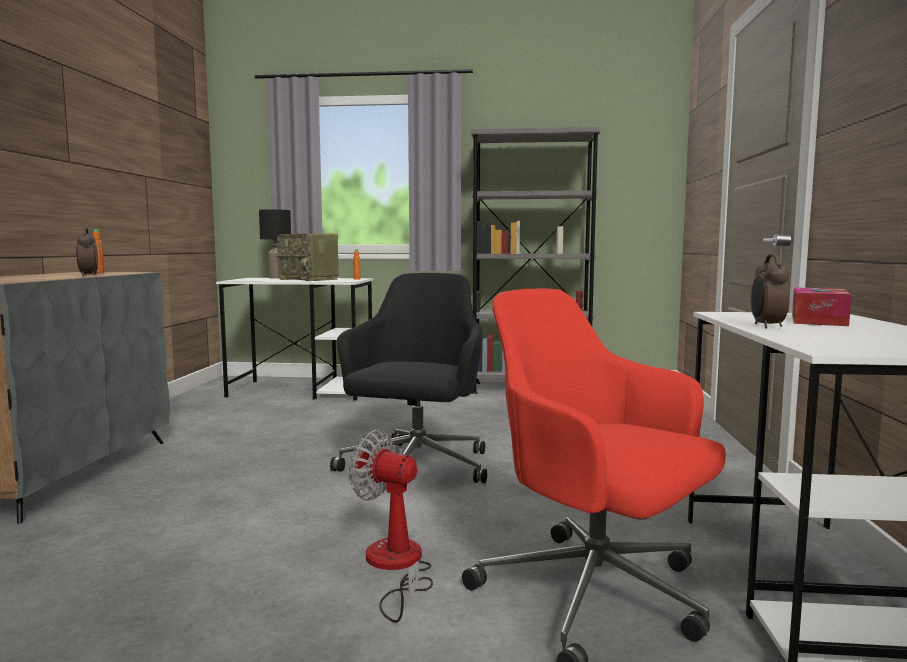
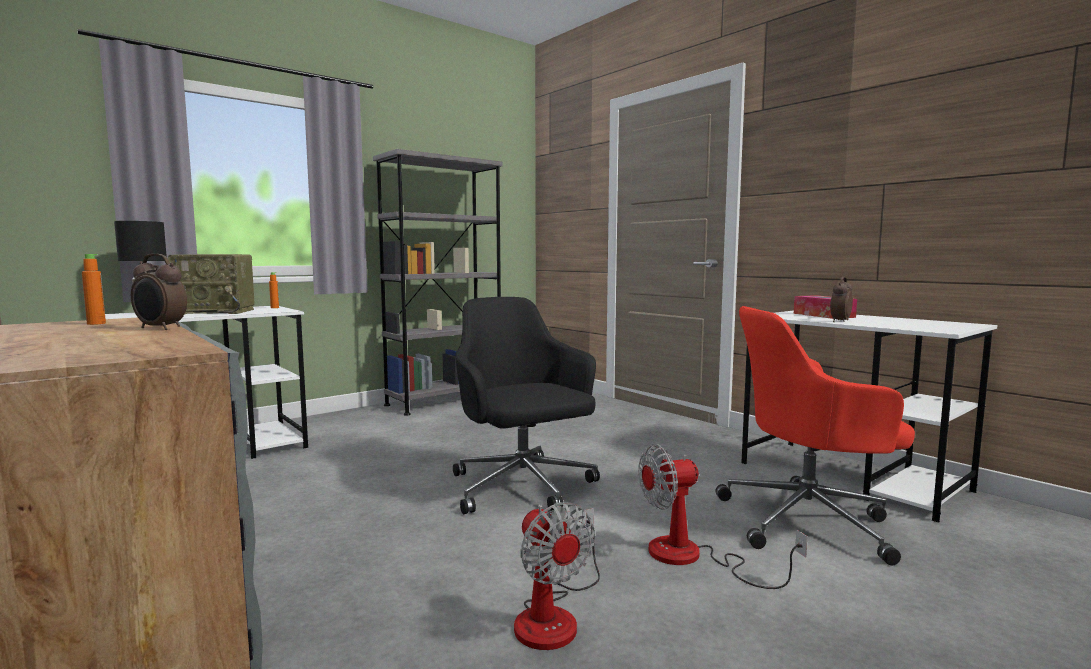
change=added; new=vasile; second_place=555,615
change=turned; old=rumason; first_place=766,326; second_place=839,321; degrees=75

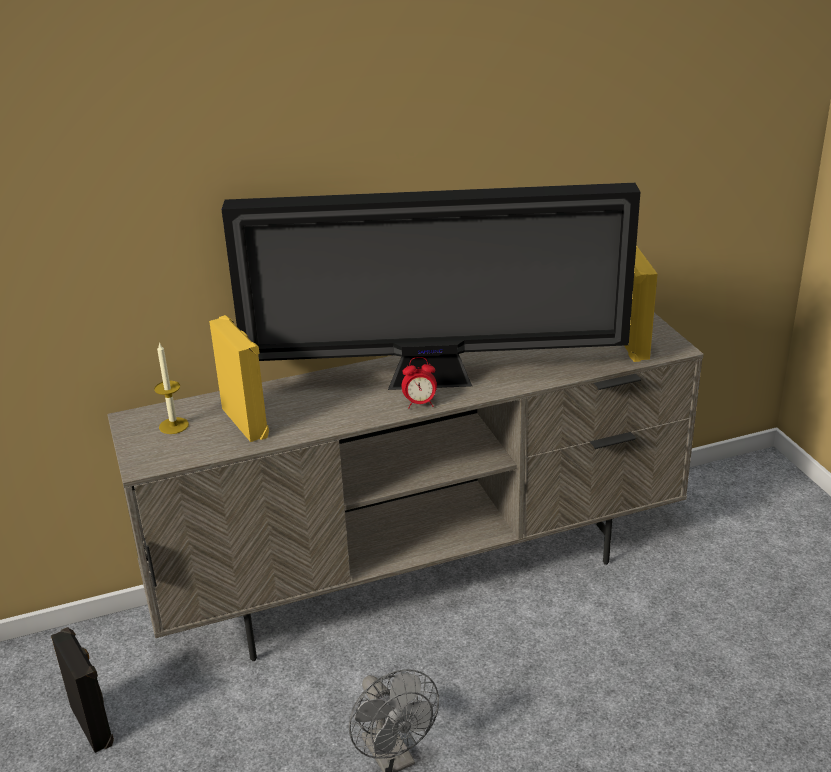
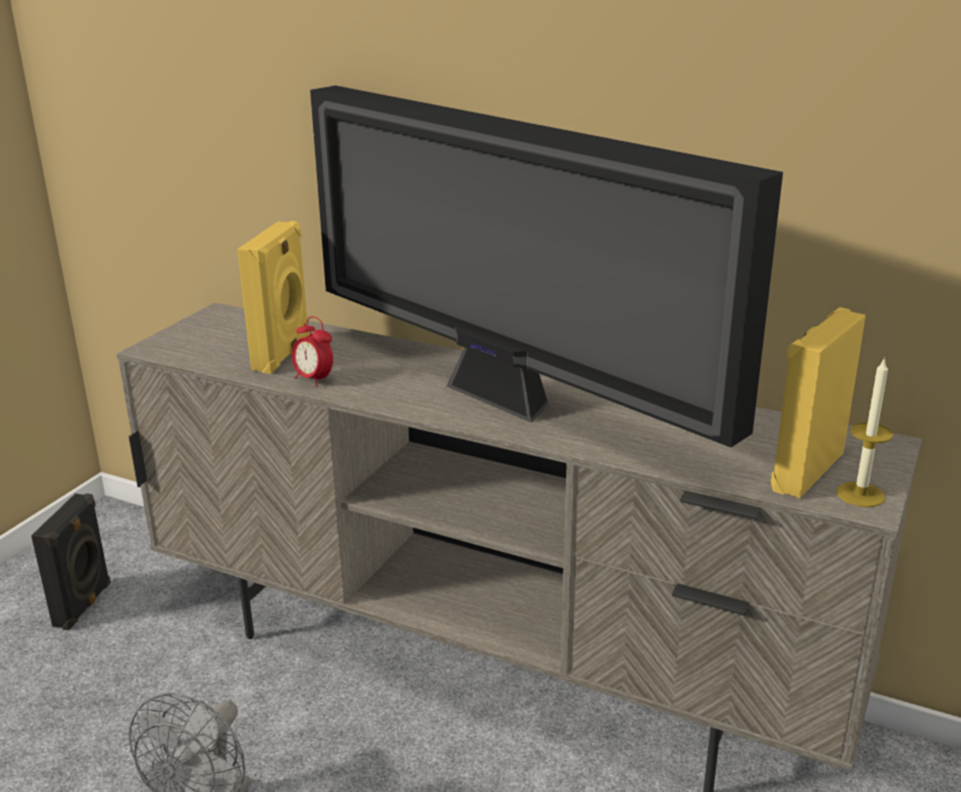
change=moved; old=rumason; first_place=420,404; second_place=314,380
change=moved; old=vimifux; first_place=174,426; second_place=860,494

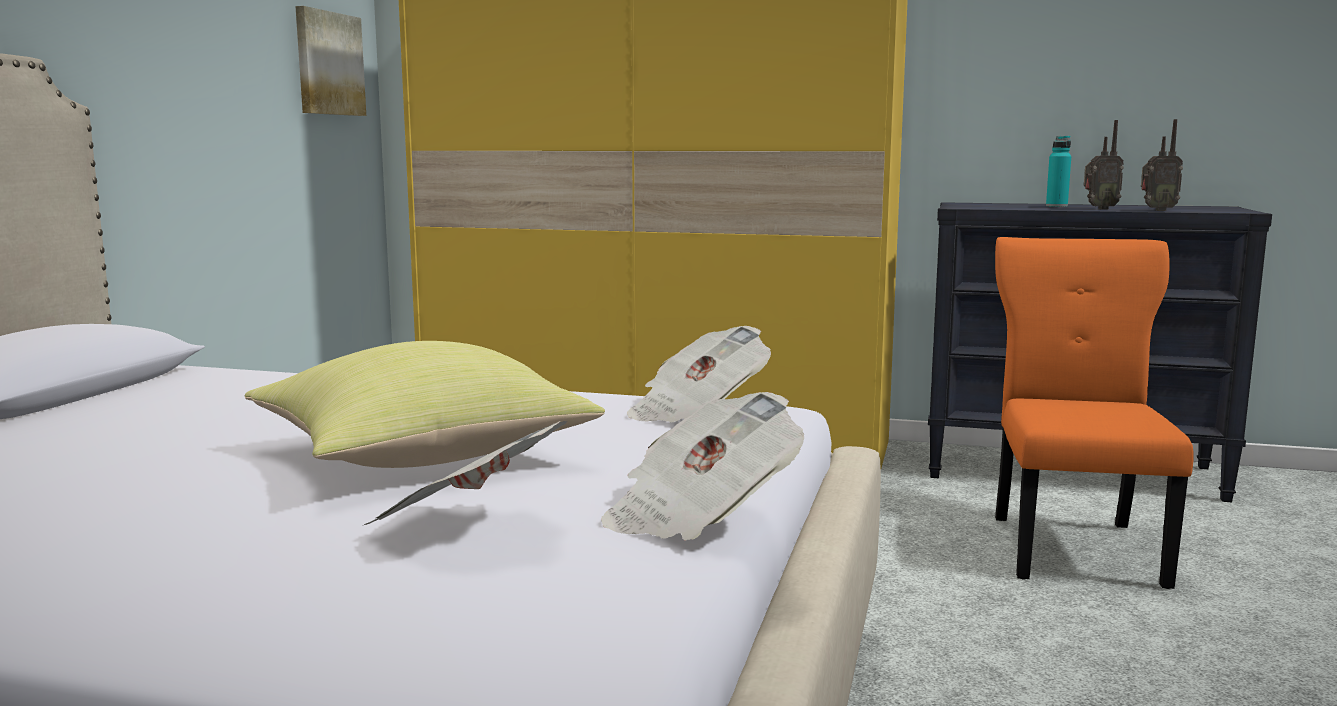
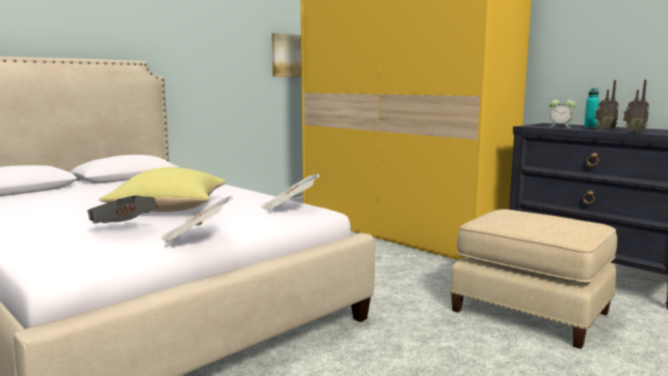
change=replaced; old=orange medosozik; new=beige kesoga; first_place=1075,547; second_place=530,311
change=added; new=rumason; second_place=560,126

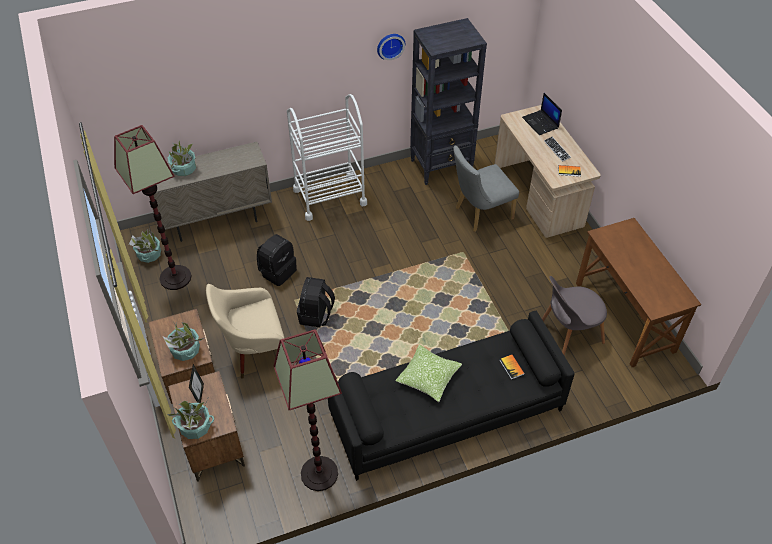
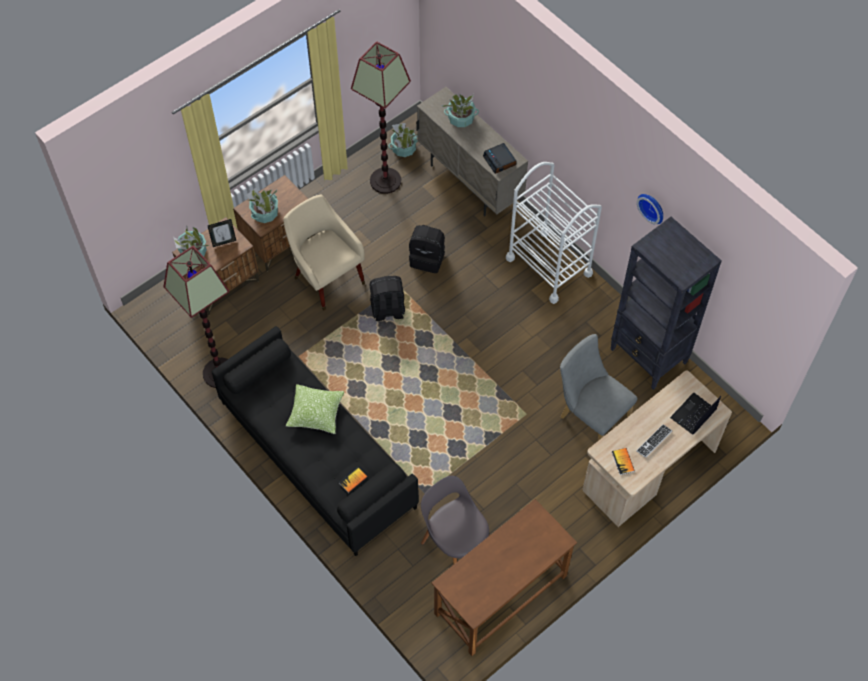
change=added; new=rumason; second_place=500,161

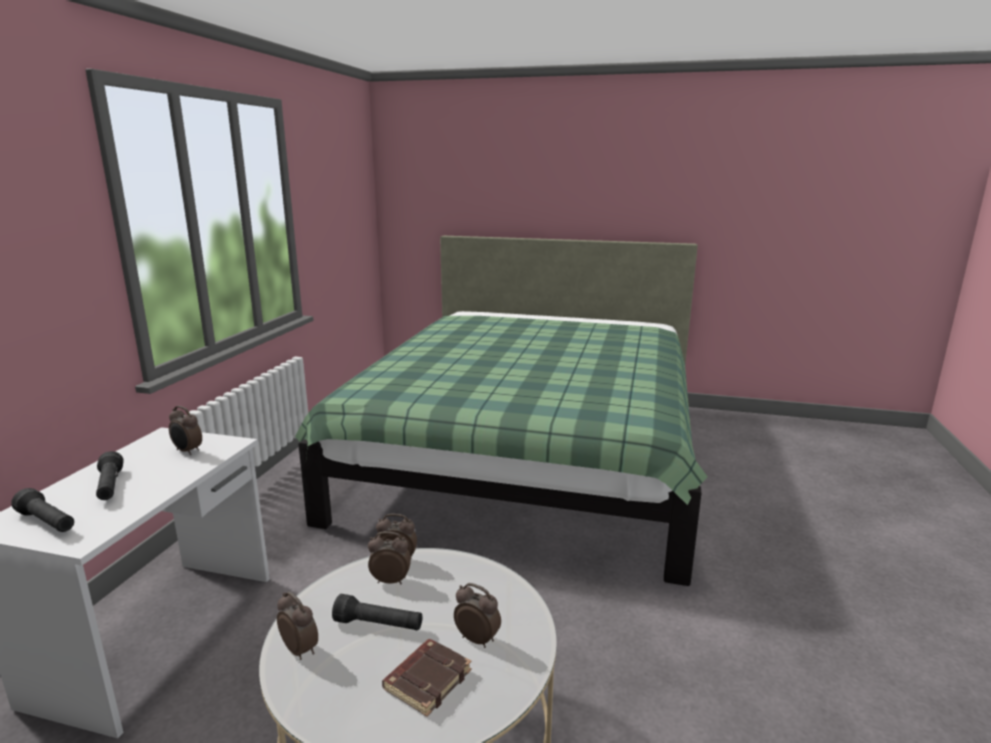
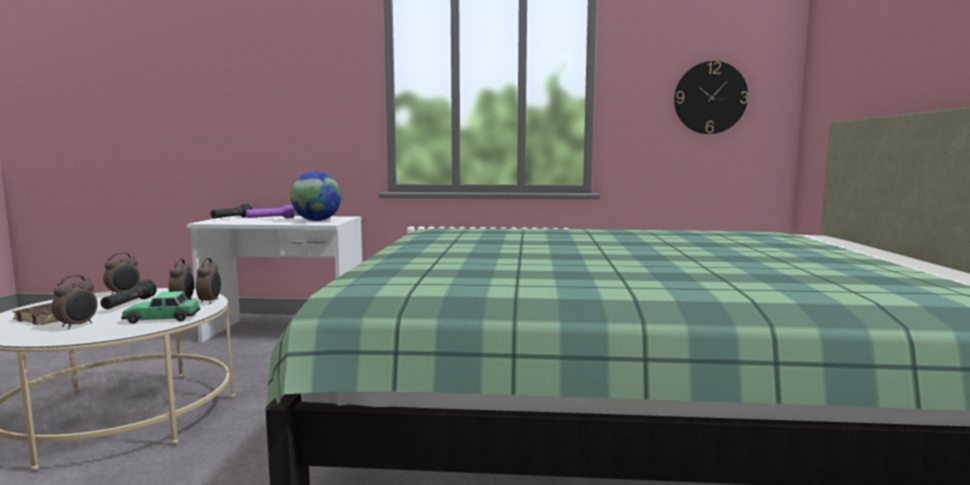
change=added; new=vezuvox; second_place=162,318
change=recoloured; old=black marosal; new=purple marosal; first_place=110,486; second_place=270,219
change=replaced; old=rumason; new=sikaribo; first_place=187,451; second_place=317,220
change=added; new=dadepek; second_place=710,98

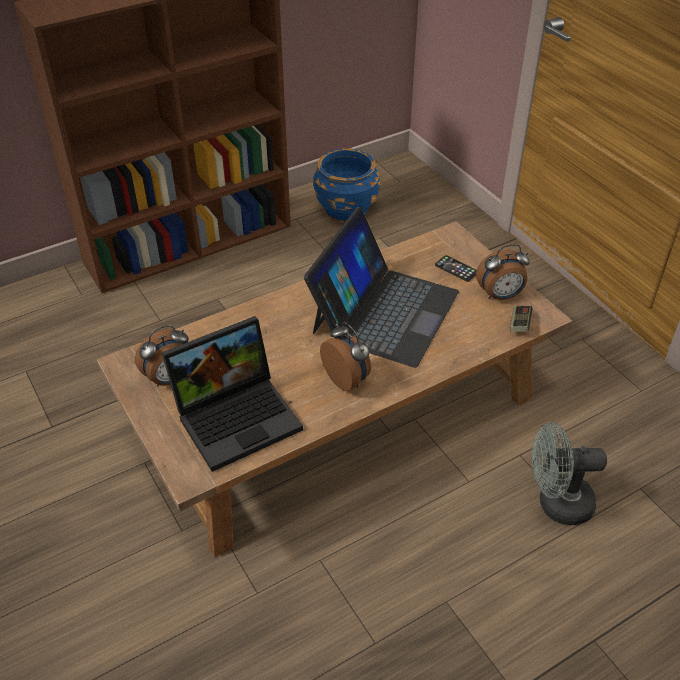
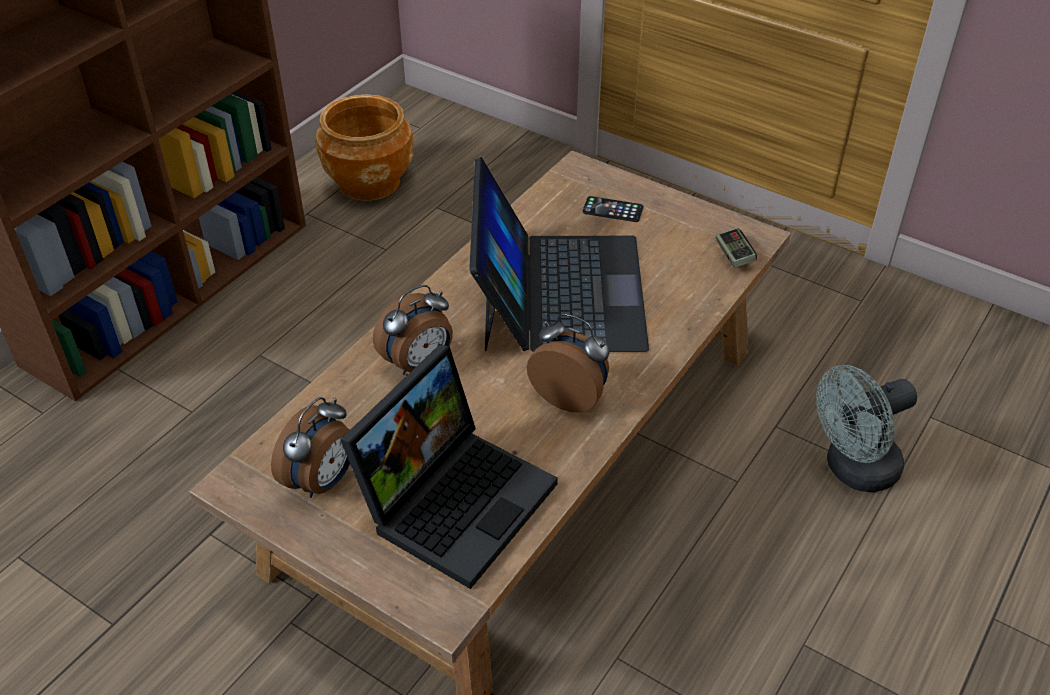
change=recoloured; old=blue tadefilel; new=brown tadefilel; first_place=346,209; second_place=369,182
change=moved; old=rumason; first_place=500,296; second_place=419,364

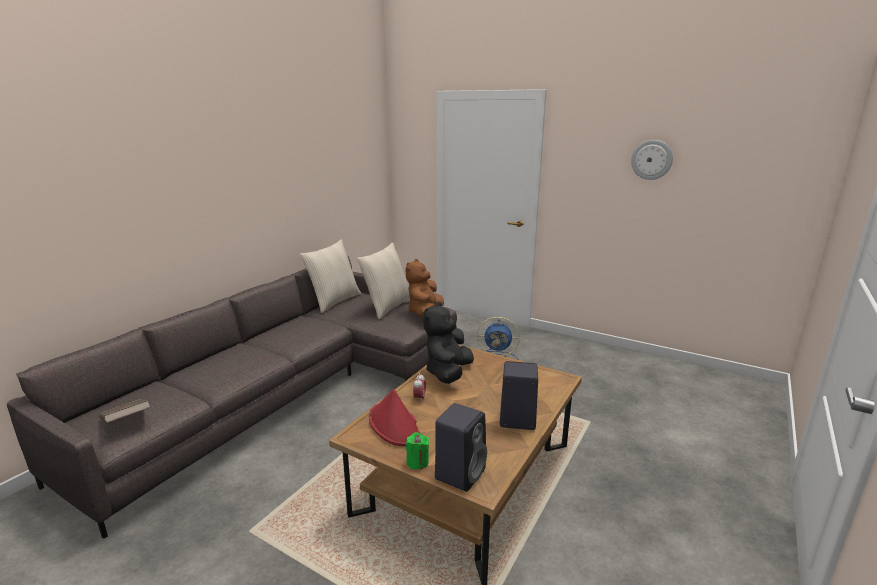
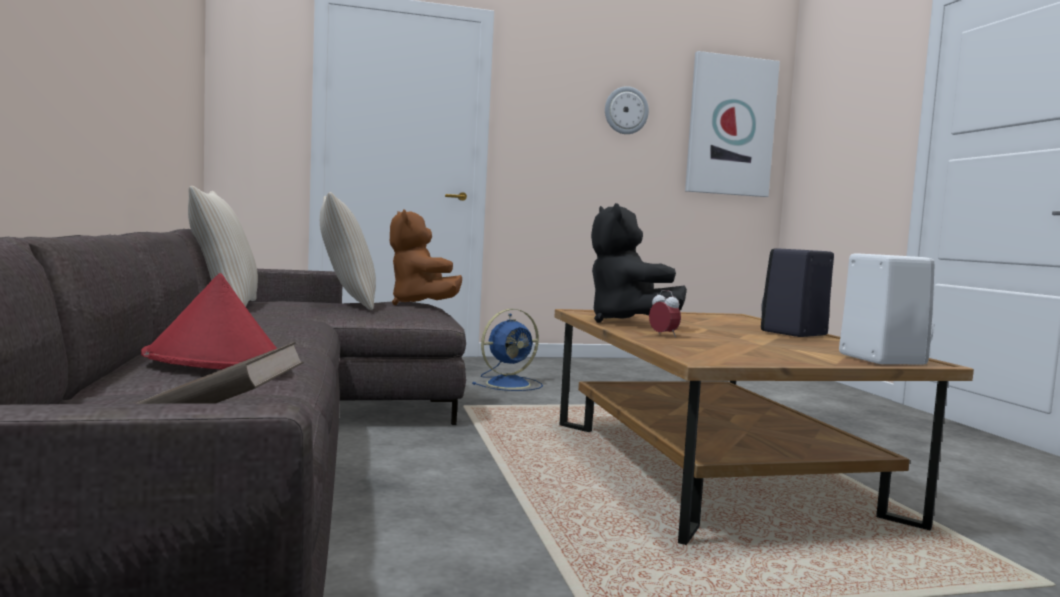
change=moved; old=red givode; first_place=394,425; second_place=216,361
change=added; new=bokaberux; second_place=730,126
change=recoloured; old=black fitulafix; new=white fitulafix; first_place=460,473; second_place=879,359
change=removed; old=green vimifux; first_place=417,462

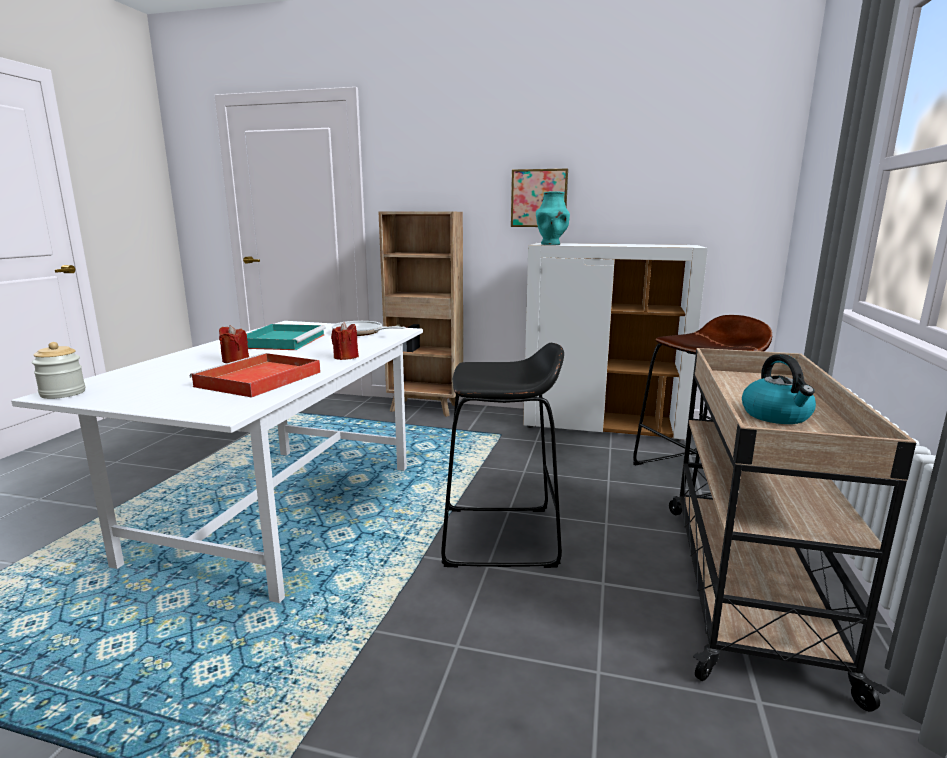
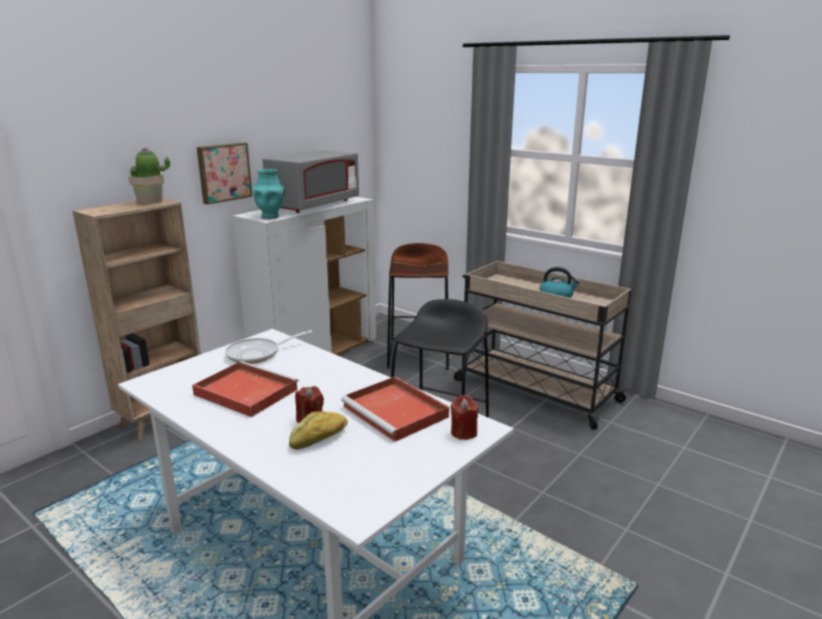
change=added; new=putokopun; second_place=150,201
change=recoloured; old=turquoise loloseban; new=red loloseban; first_place=283,340; second_place=244,392
change=added; new=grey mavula; second_place=314,205
change=added; new=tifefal; second_place=319,438
change=moved; old=red vimifux; first_place=346,357; second_place=464,432
change=removed; old=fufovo; first_place=63,393

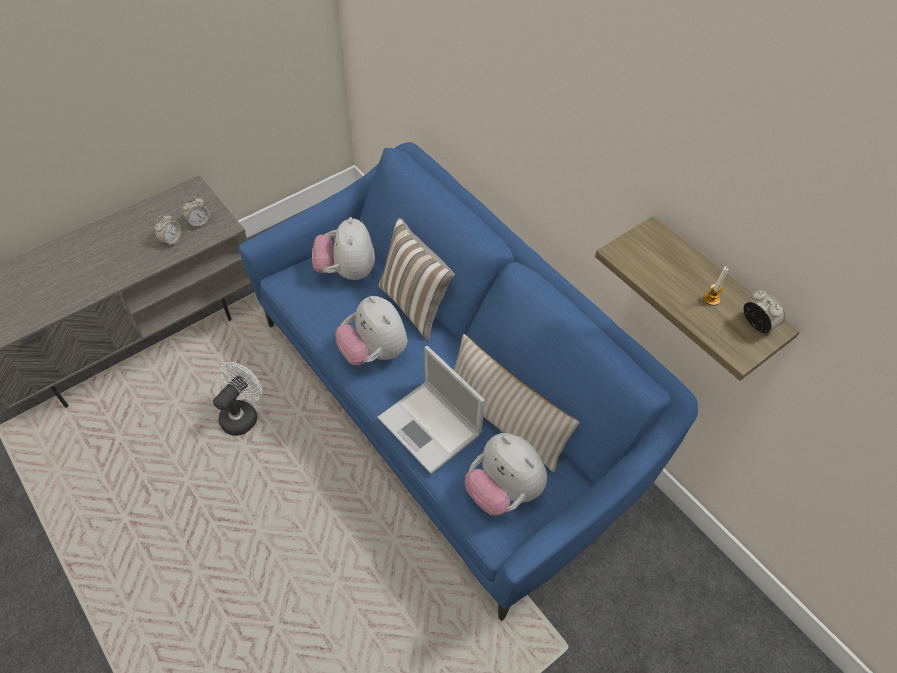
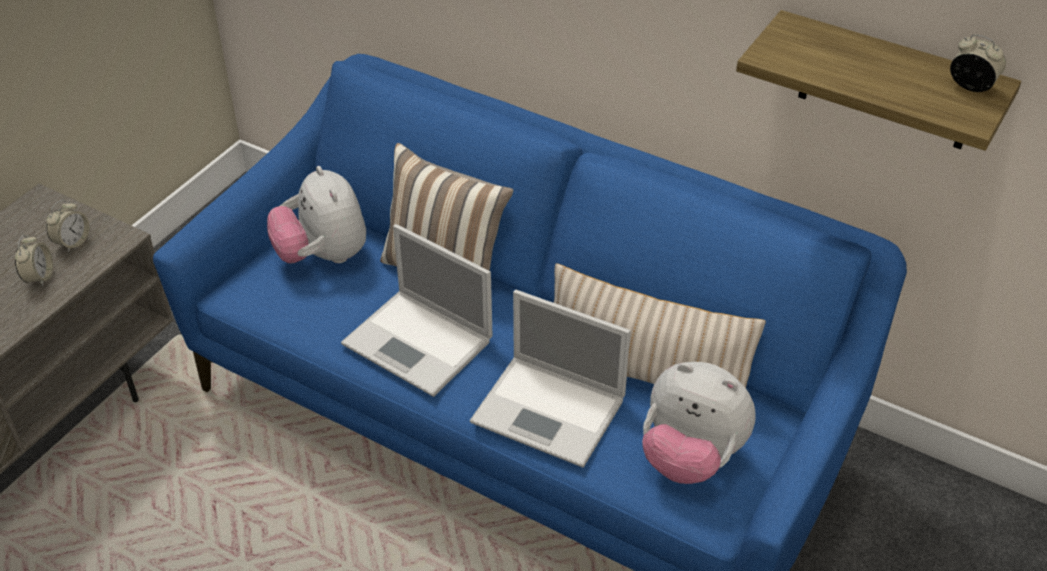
change=replaced; old=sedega; new=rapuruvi; first_place=374,352; second_place=420,343
change=removed; old=white vasile; first_place=243,414
change=removed; old=vimifux; first_place=711,299

